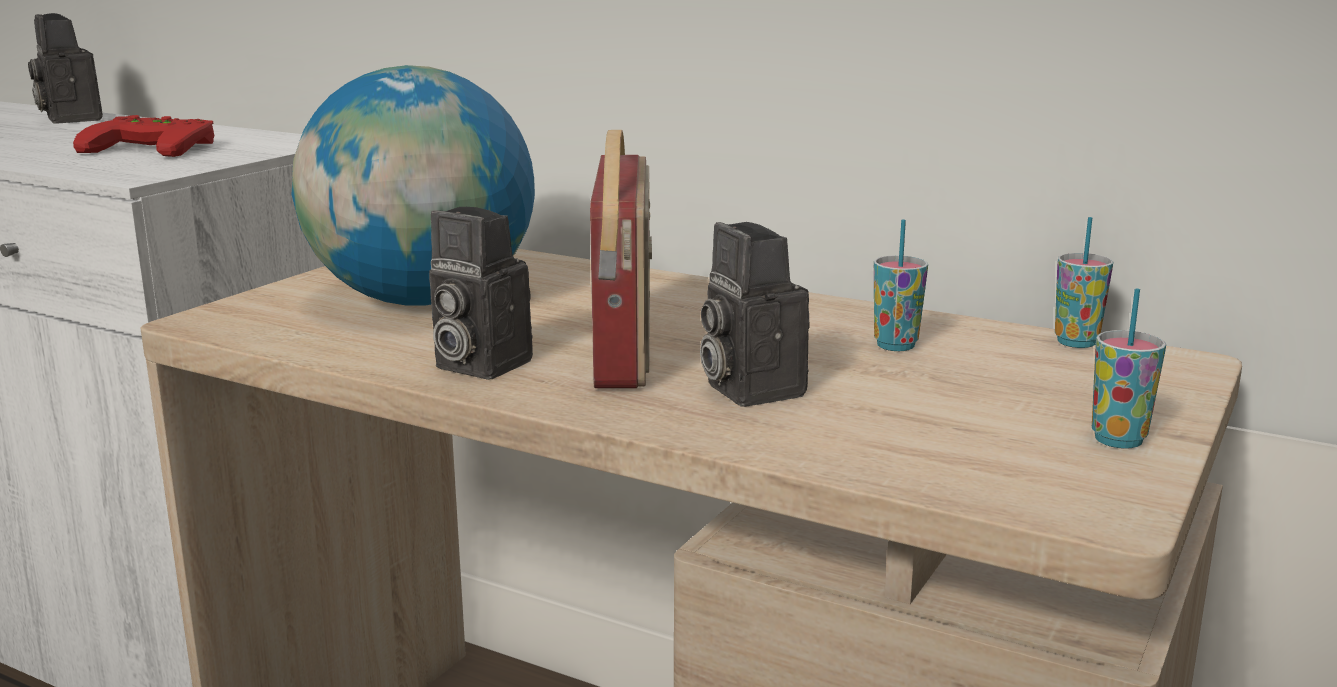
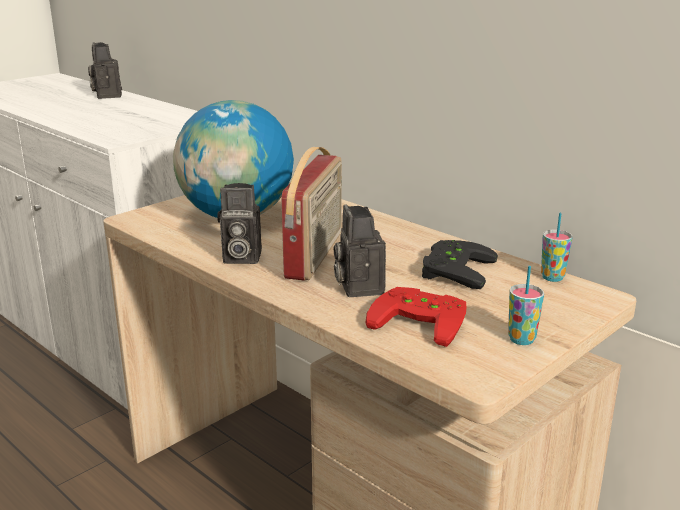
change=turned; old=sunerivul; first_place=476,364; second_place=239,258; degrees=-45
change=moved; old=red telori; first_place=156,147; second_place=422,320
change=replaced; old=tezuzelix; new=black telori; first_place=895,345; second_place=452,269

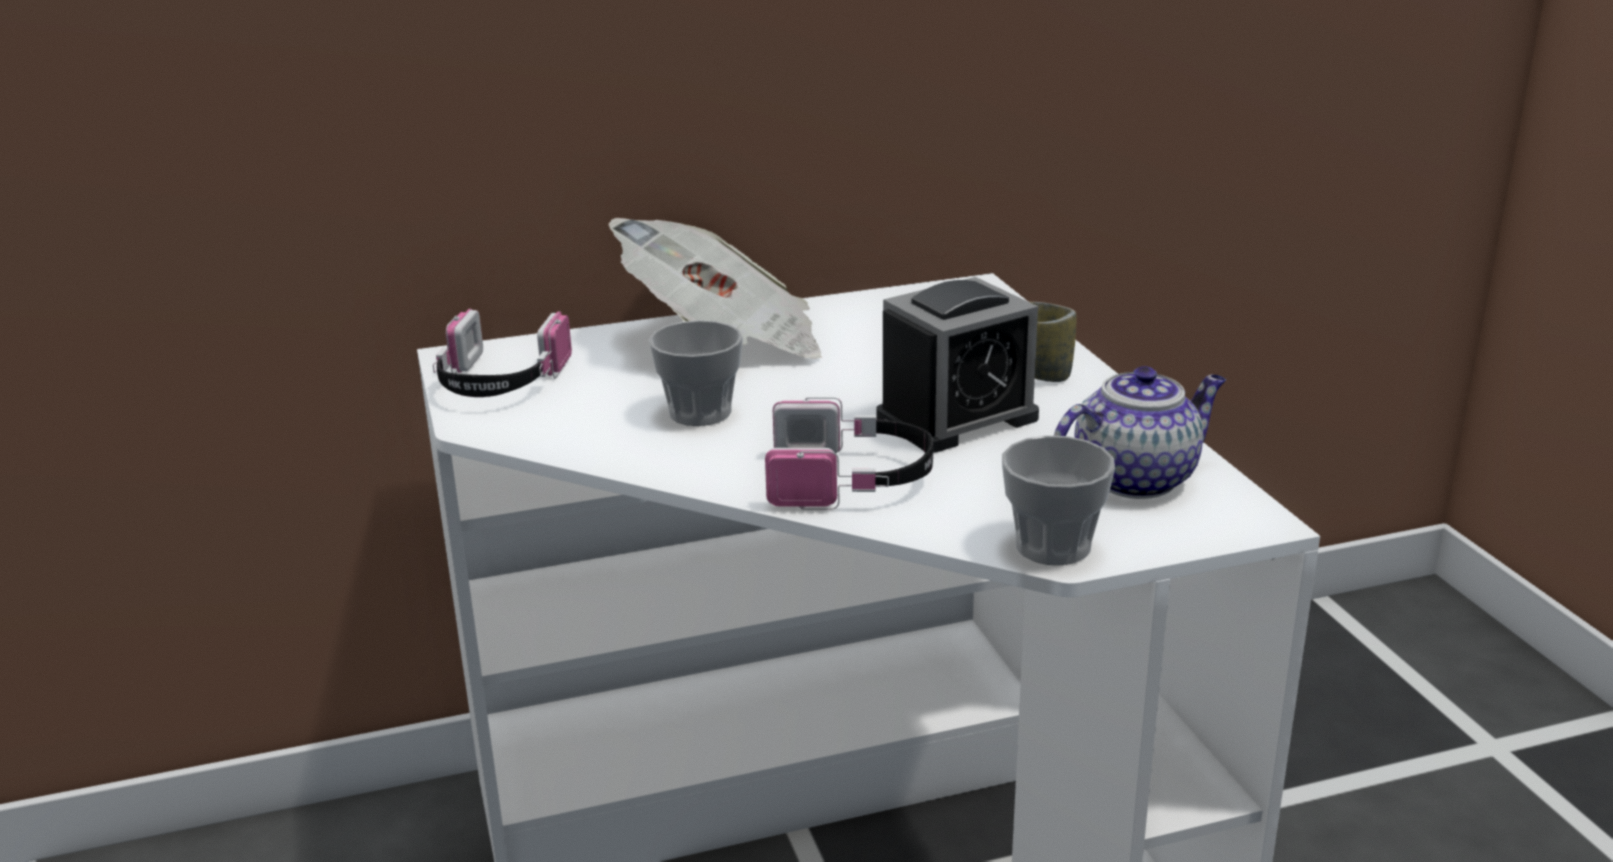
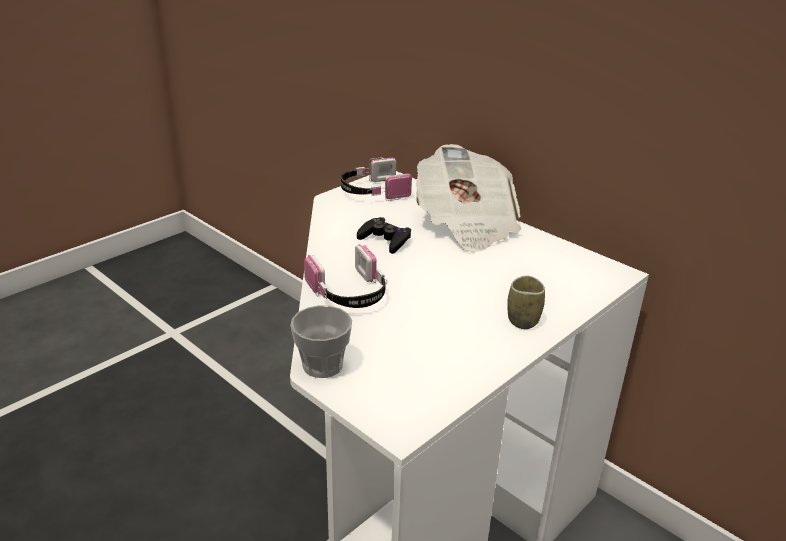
change=replaced; old=tezuzelix; new=black telori; first_place=700,412; second_place=385,240
change=removed; old=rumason; first_place=957,418
change=removed; old=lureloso; first_place=1136,478

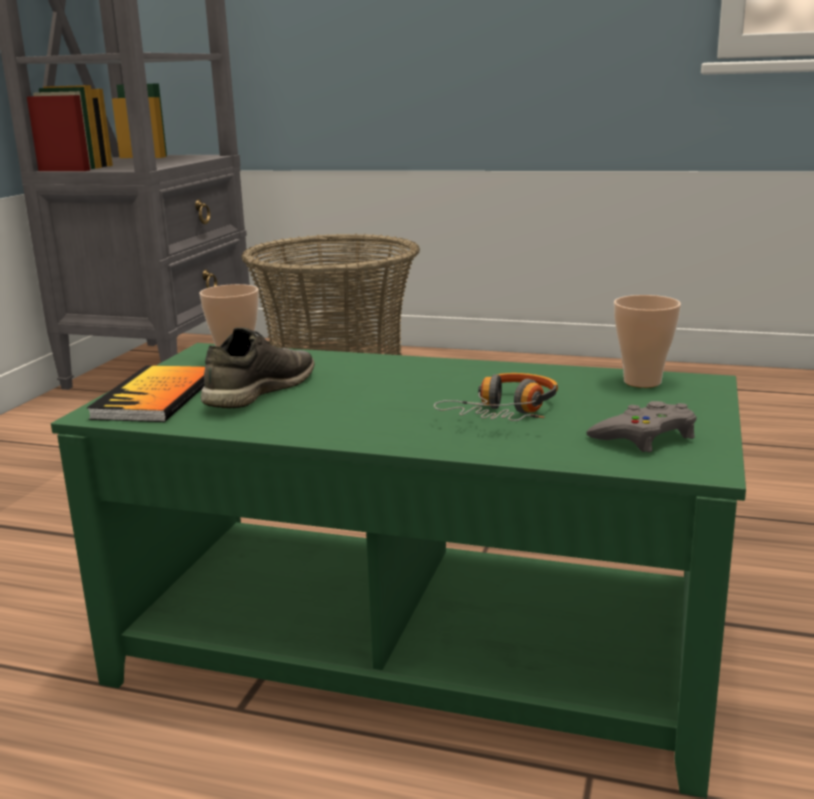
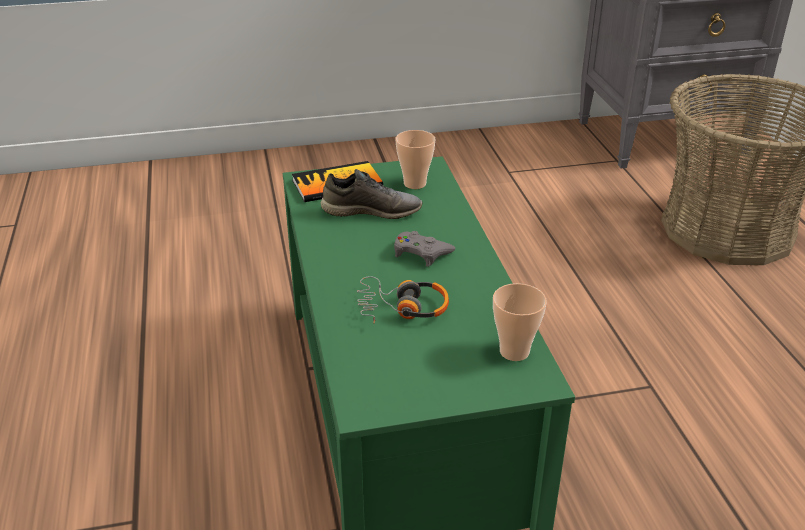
change=moved; old=grey telori; first_place=645,437; second_place=421,253

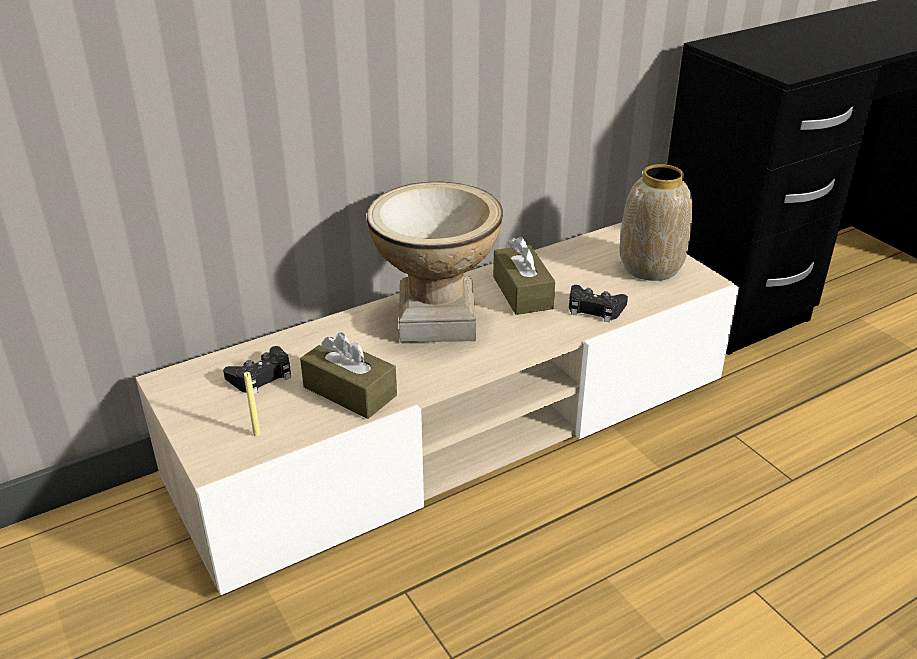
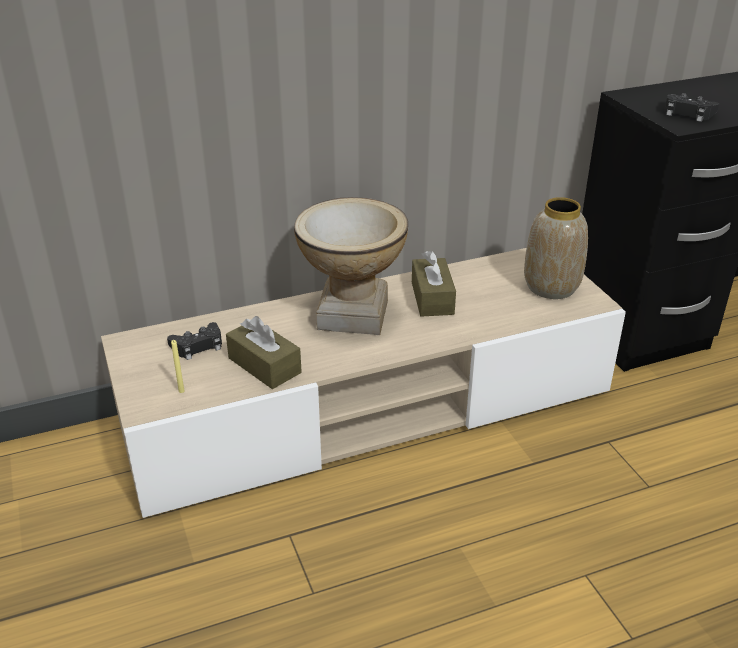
change=moved; old=black telori; first_place=594,309; second_place=687,113

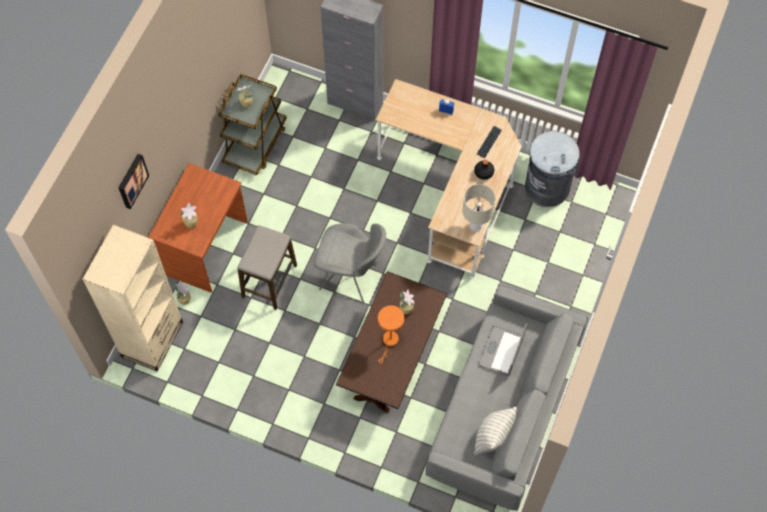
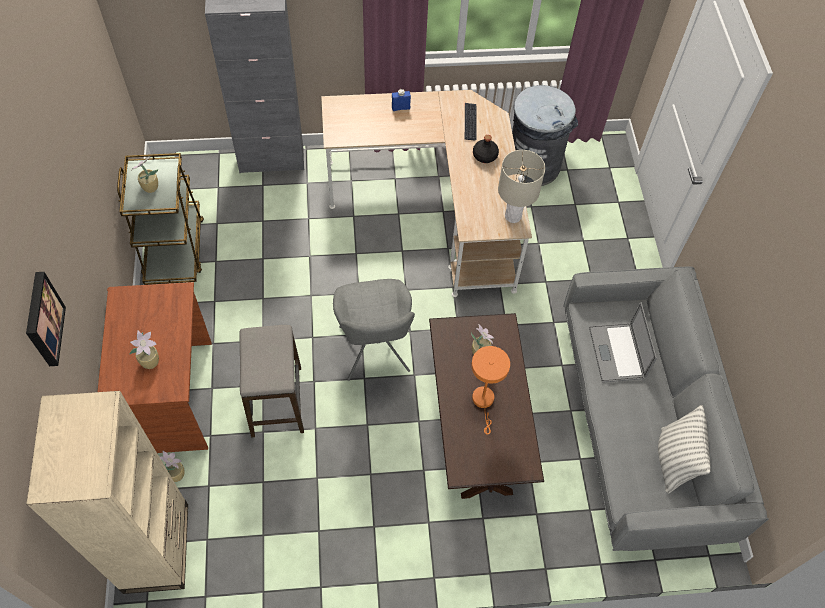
change=turned; old=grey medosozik; first_place=351,277; second_place=374,352; degrees=90

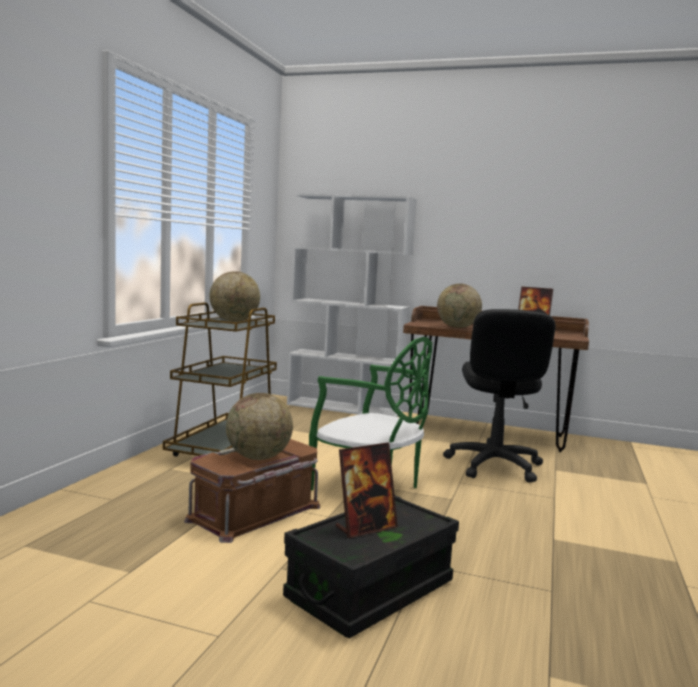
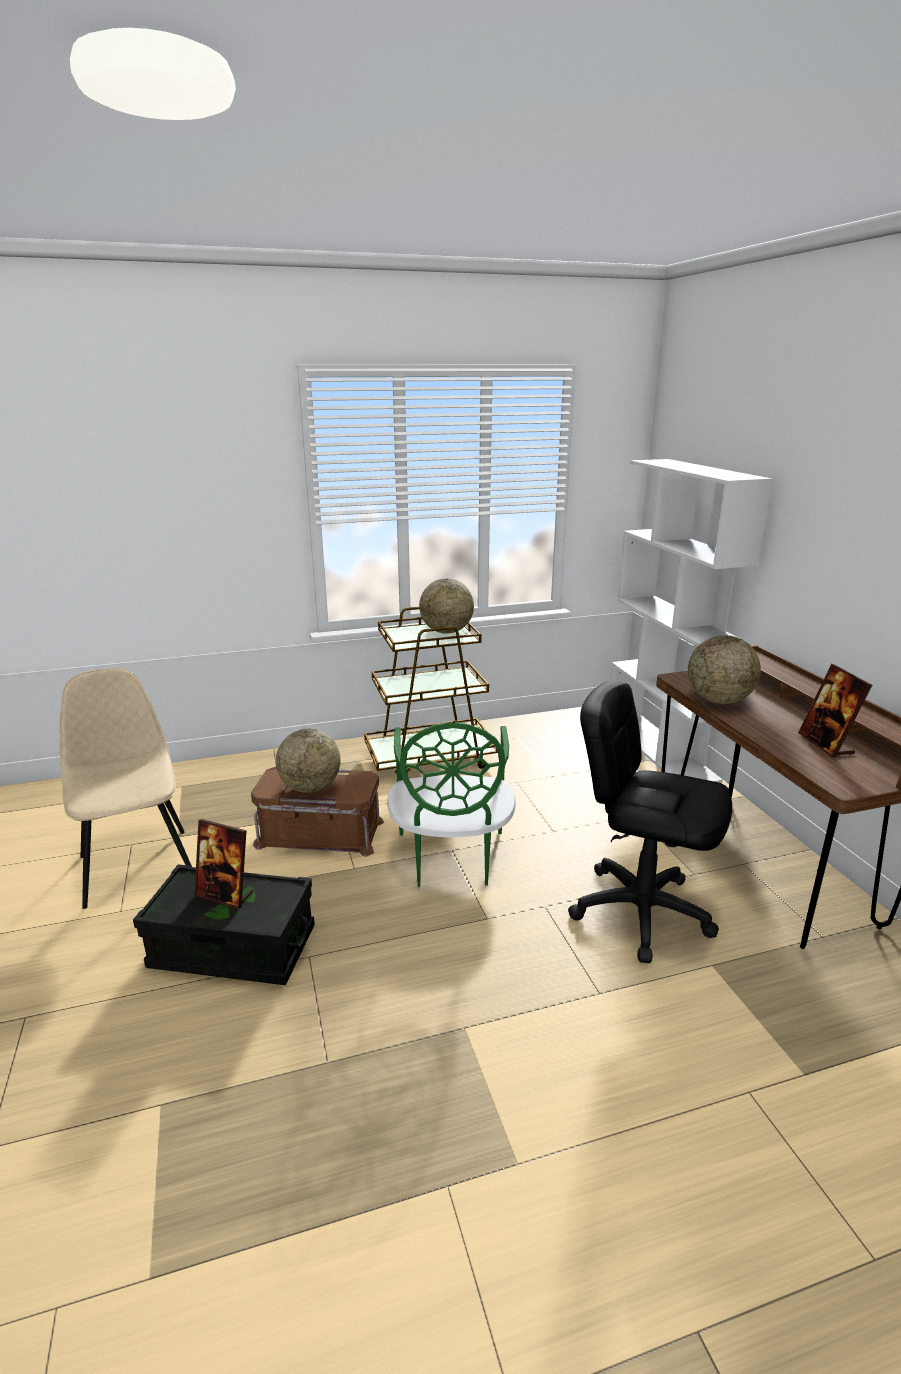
change=added; new=beige medosozik; second_place=137,865
change=turned; old=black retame; first_place=494,466; second_place=640,911; degrees=60

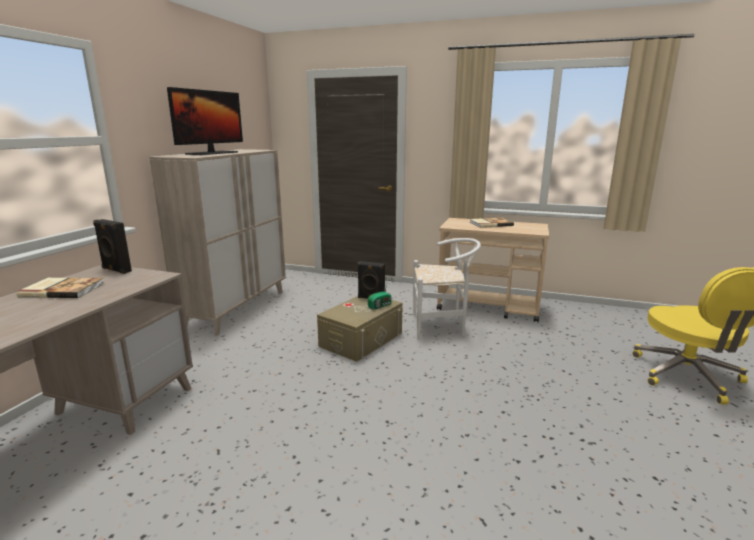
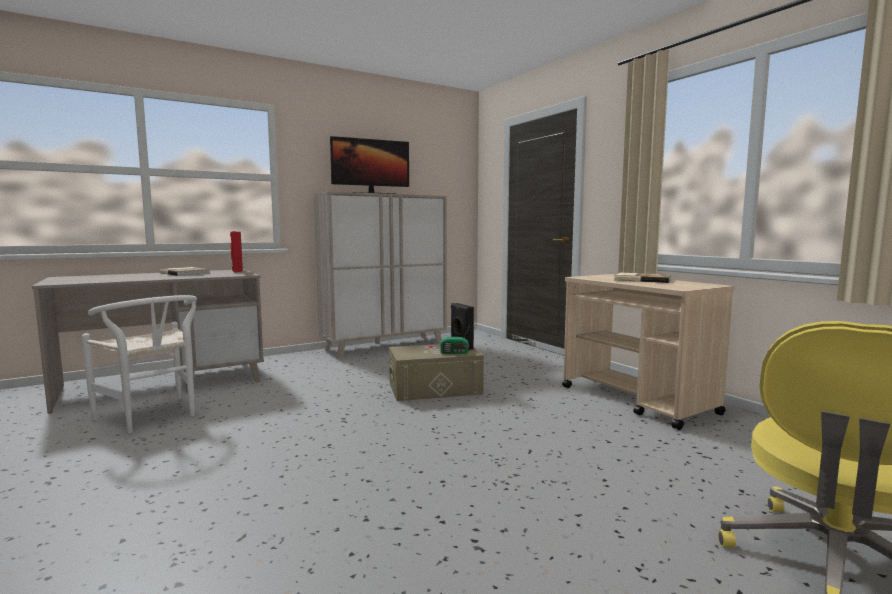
change=moved; old=white medosozik; first_place=442,326; second_place=152,417
change=recoloured; old=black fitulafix; new=red fitulafix; first_place=116,270; second_place=237,271

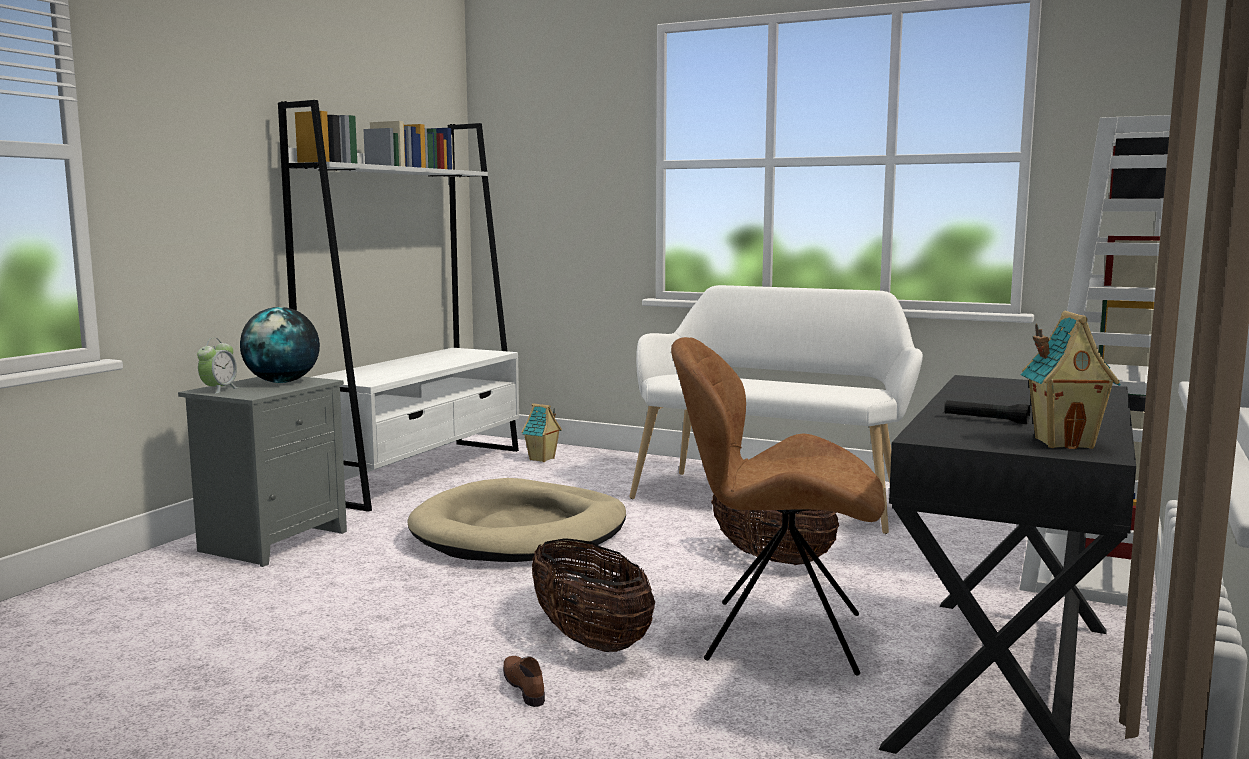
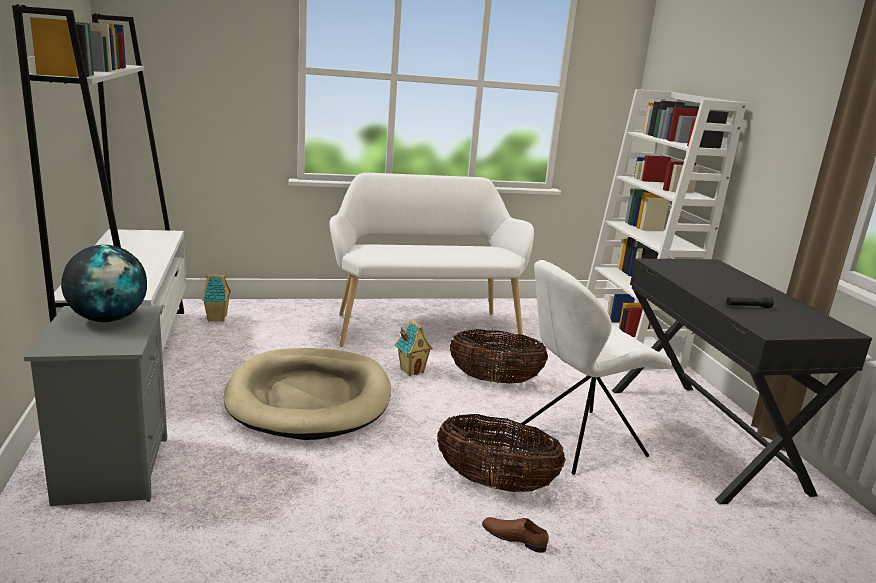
change=moved; old=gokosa; first_place=1064,443; second_place=412,370
change=recoloured; old=brown medosozik; new=white medosozik; first_place=777,636; second_place=578,441
change=removed; old=rumason; first_place=219,390

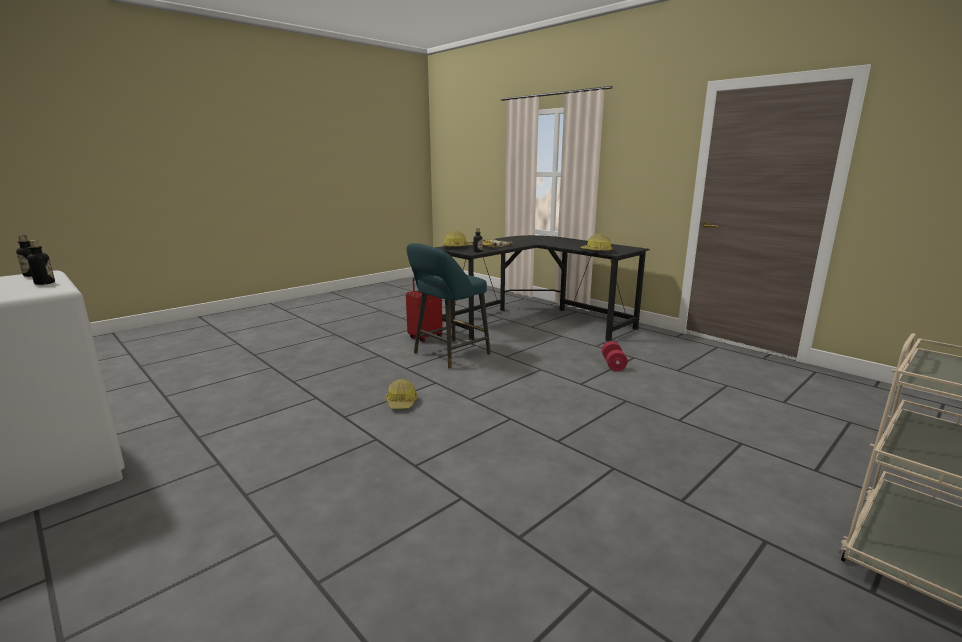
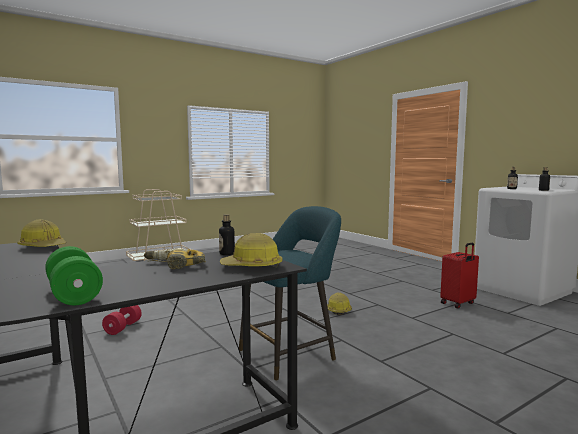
change=added; new=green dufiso; second_place=74,294
change=moved; old=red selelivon; first_place=425,337; second_place=458,303

